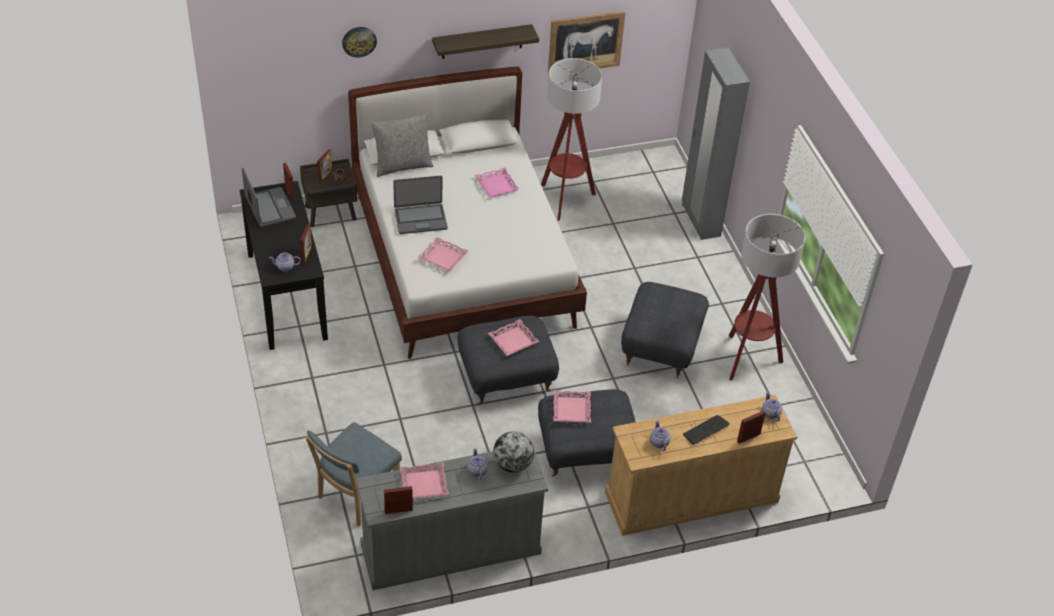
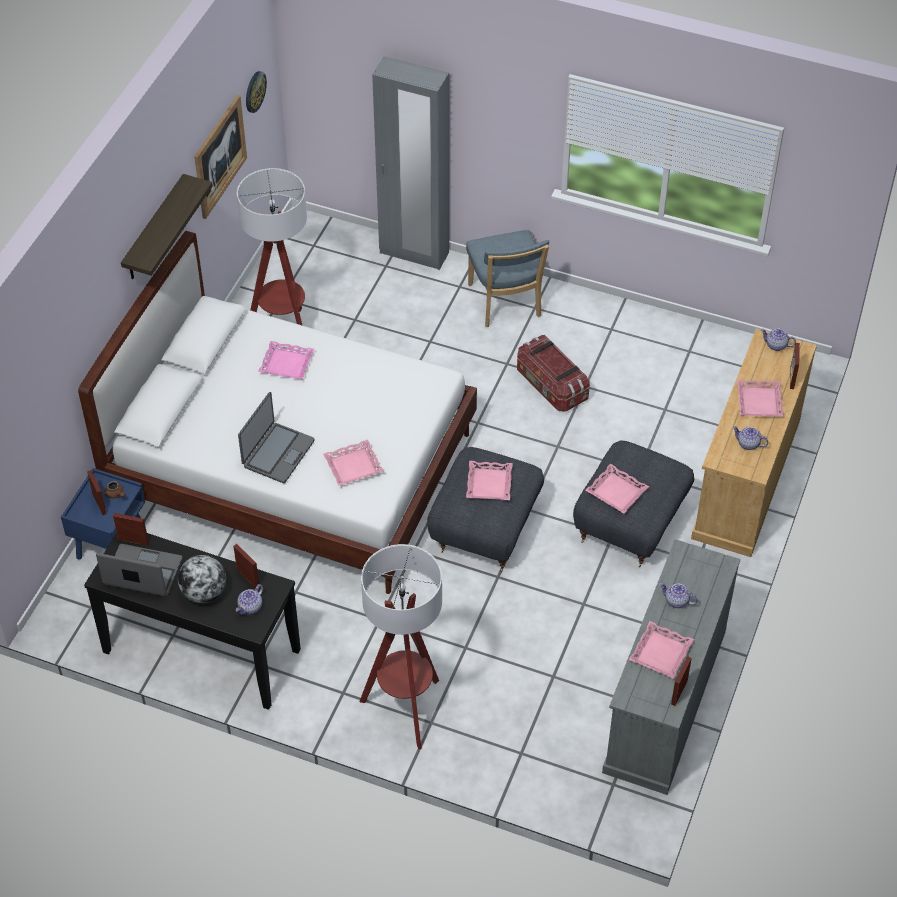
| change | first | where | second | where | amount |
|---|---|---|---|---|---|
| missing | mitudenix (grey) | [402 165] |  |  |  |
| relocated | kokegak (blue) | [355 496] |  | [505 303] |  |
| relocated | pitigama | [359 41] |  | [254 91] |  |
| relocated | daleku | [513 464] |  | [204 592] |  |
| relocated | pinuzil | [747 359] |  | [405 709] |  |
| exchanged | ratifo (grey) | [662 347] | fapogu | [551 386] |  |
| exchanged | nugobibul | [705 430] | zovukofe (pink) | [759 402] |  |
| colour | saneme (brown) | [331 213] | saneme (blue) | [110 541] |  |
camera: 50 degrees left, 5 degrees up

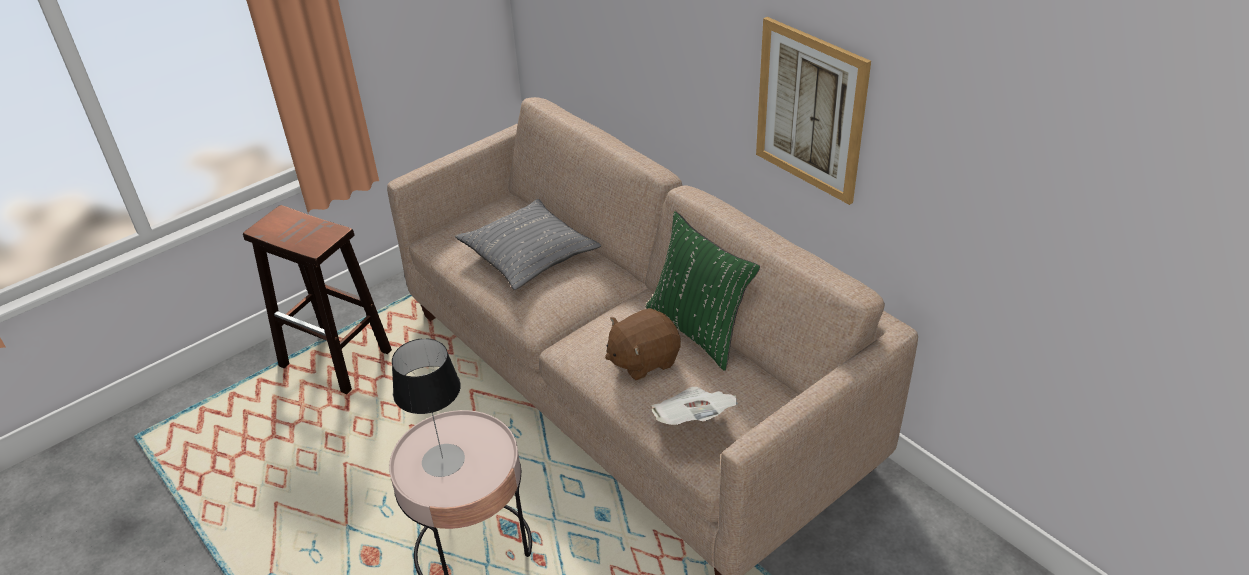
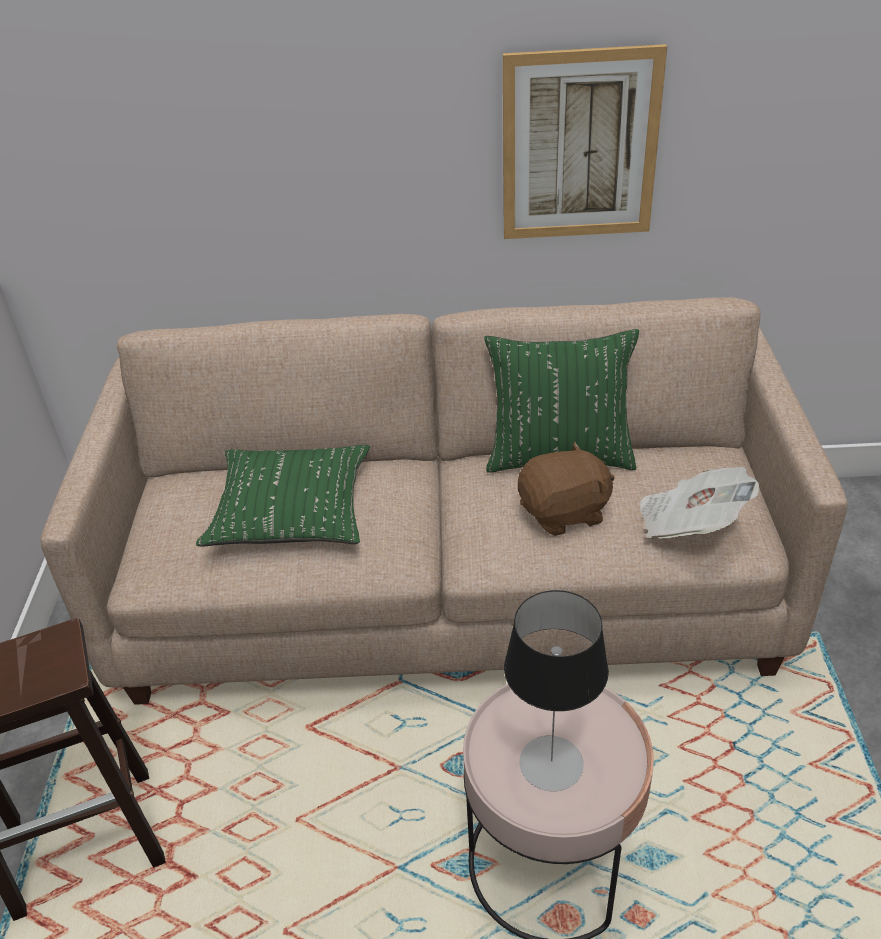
| change | first | where | second | where | amount |
|---|---|---|---|---|---|
| colour | mitudenix (grey) | [528 254] | mitudenix (green) | [291 510] |  |
| spun | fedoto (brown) | [643 360] |  | [564 513] | 120 degrees counterclockwise |
camera: 50 degrees left, 0 degrees up

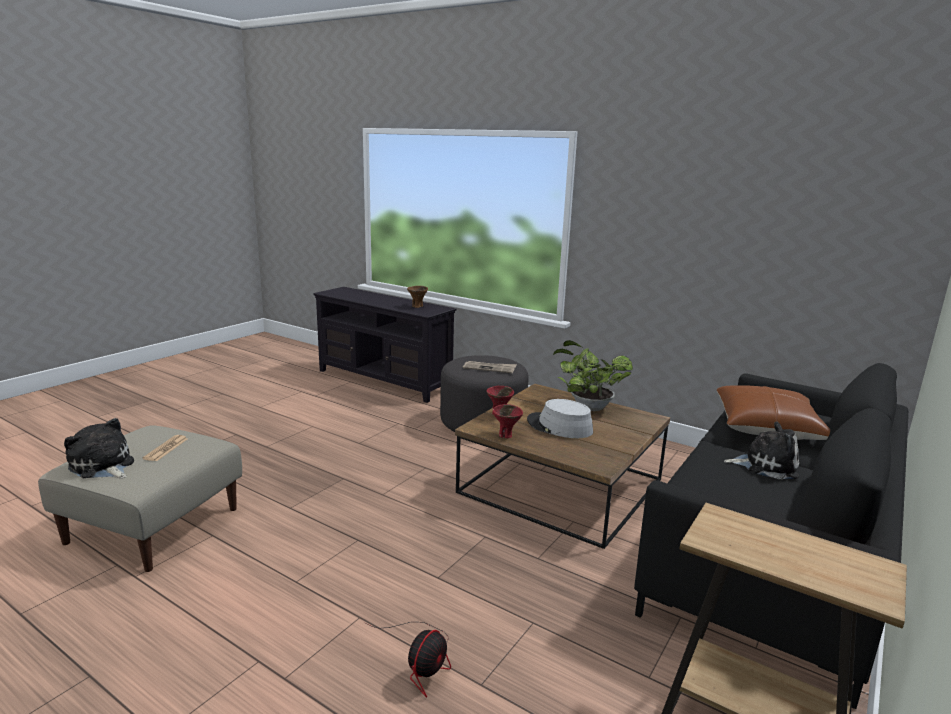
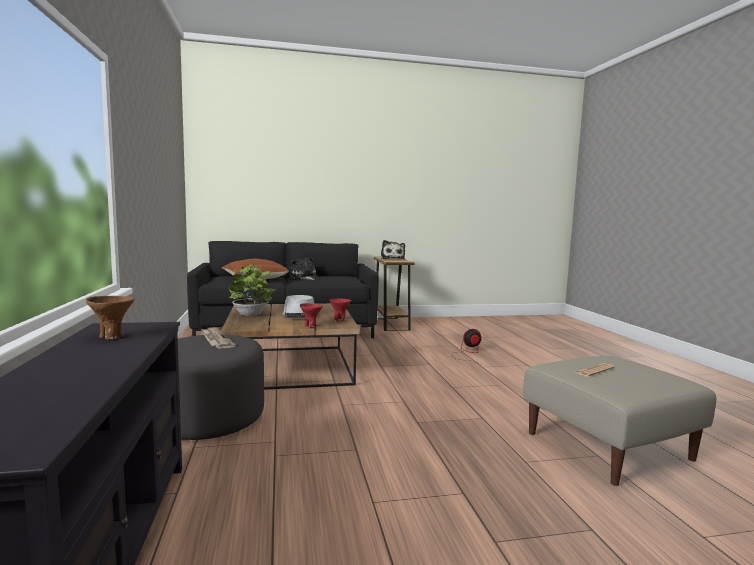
| change | first | where | second | where | amount |
|---|---|---|---|---|---|
| relocated | fedoto | [103 466] |  | [392 258] |  |
camera: 135 degrees left, 10 degrees down

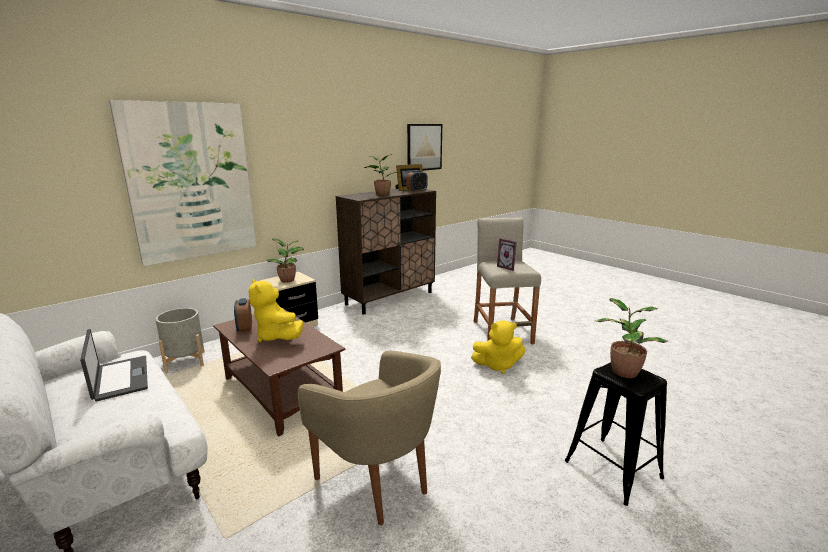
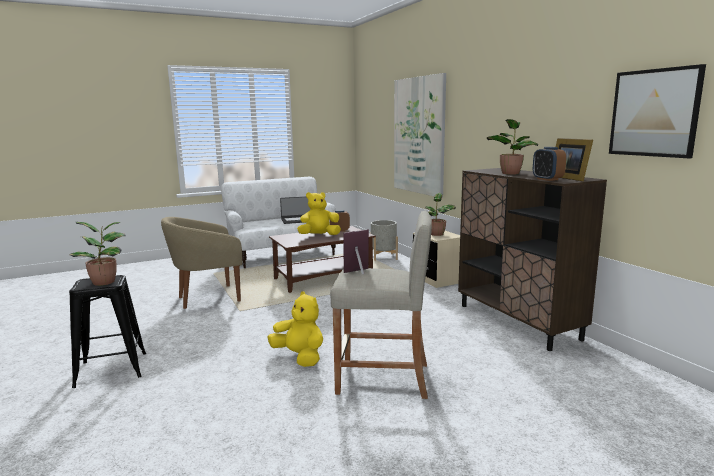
| change | first | where | second | where | amount |
|---|---|---|---|---|---|
| spun | fedoto (yellow) | [498 365] |  | [300 357] | 120 degrees clockwise |
camera: 105 degrees right, 5 degrees down

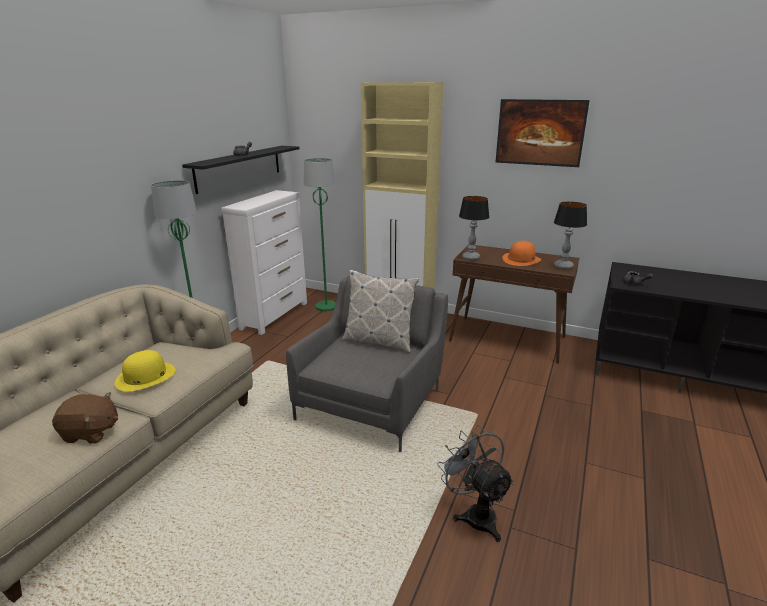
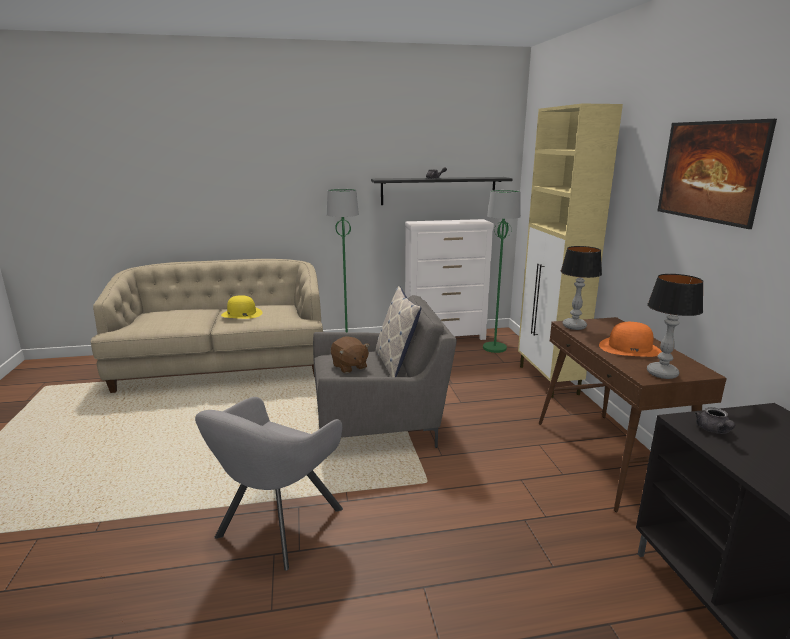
| change | first | where | second | where | amount |
|---|---|---|---|---|---|
| relocated | fedoto (brown) | [91 432] |  | [349 367] |  |
| exchanged | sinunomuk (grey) | [475 514] | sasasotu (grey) | [277 526] |  |
camera: 55 degrees right, 5 degrees down

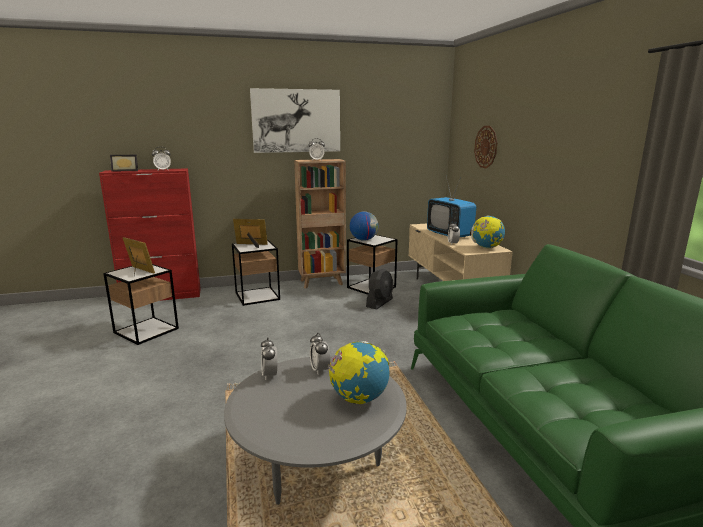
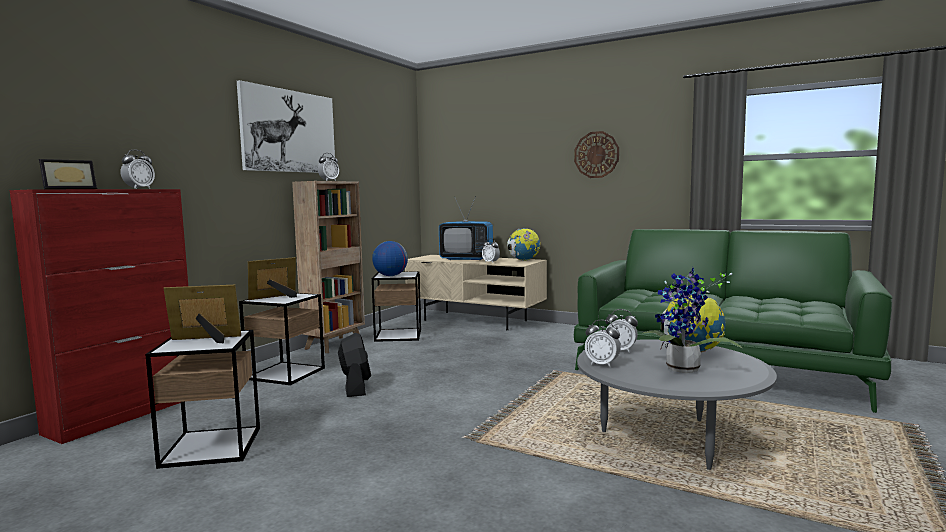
| change | first | where | second | where | amount |
|---|---|---|---|---|---|
| appeared |  |  | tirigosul | [683 370] |  |
| relocated | sinunomuk (black) | [379 302] |  | [355 387] |  |
| relocated | pitigama | [486 147] |  | [596 154] |  |
camera: 45 degrees left, 10 degrees down

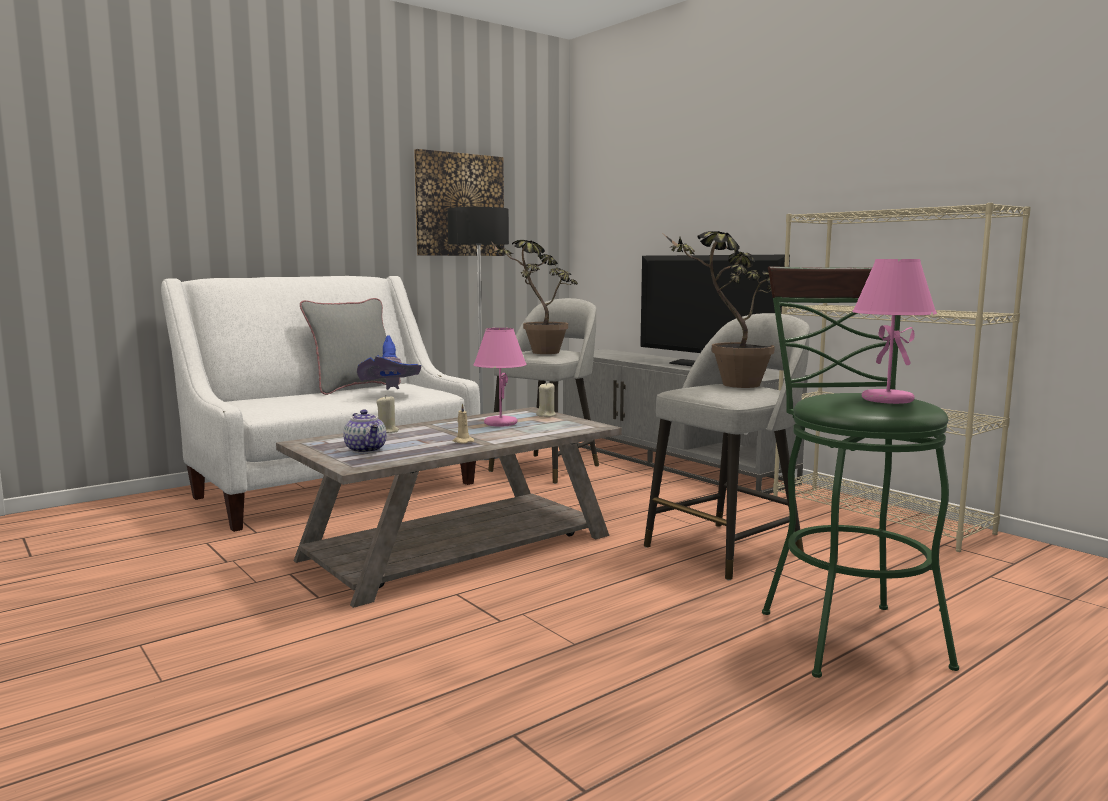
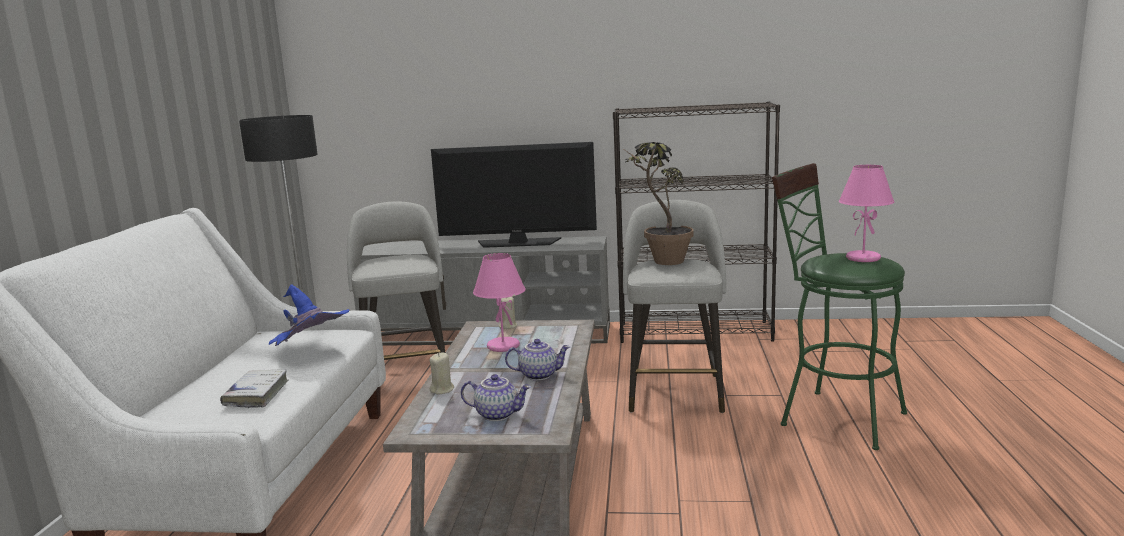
| change | first | where | second | where | amount |
|---|---|---|---|---|---|
| missing | mitudenix (grey) | [354 388] |  |  |  |
| missing | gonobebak | [459 205] |  |  |  |
| missing | tirigosul | [536 352] |  |  |  |
| appeared |  |  | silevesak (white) | [256 394] |  |
| exchanged | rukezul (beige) | [462 441] | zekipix | [539 375] |  |
| colour | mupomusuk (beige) | [879 516] | mupomusuk (black) | [695 332] |  |
camera: 45 degrees left, 5 degrees up

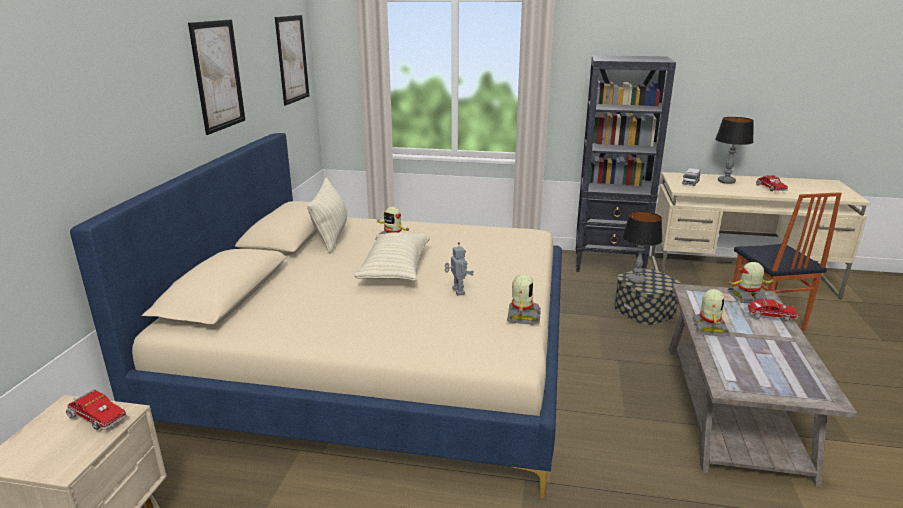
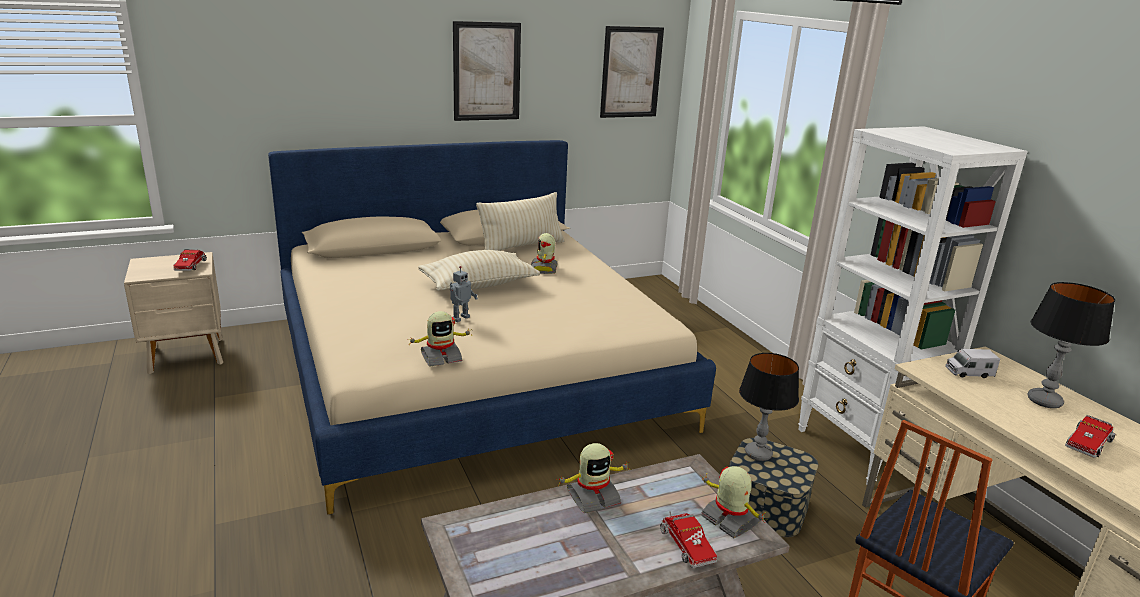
| change | first | where | second | where | amount |
|---|---|---|---|---|---|
| colour | mupomusuk (black) | [609 264] | mupomusuk (white) | [863 450] |  |
camera: 55 degrees right, 0 degrees up

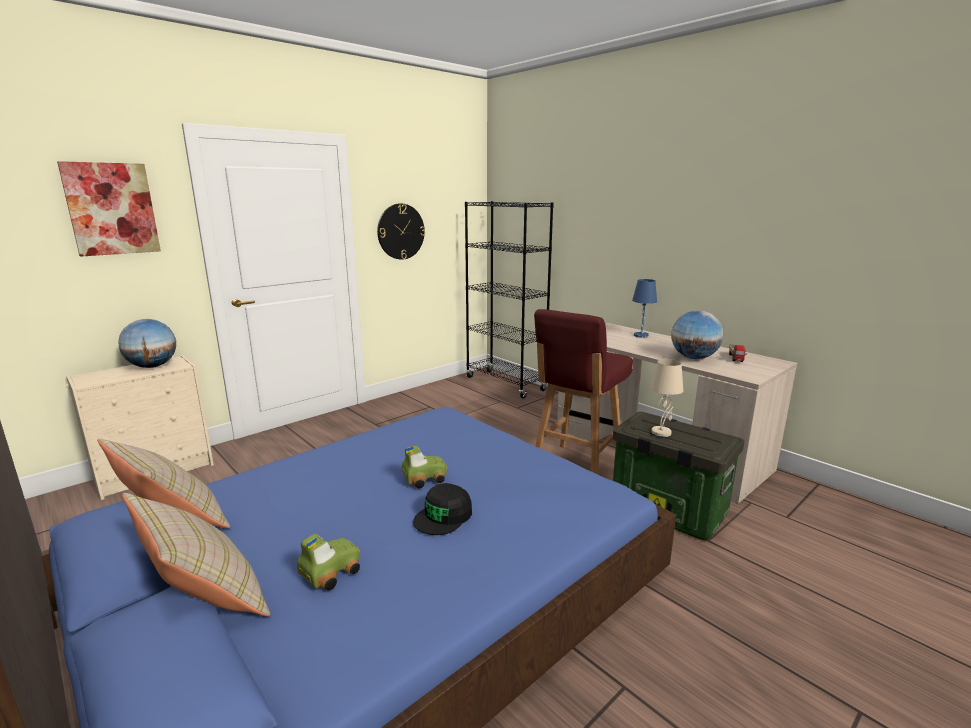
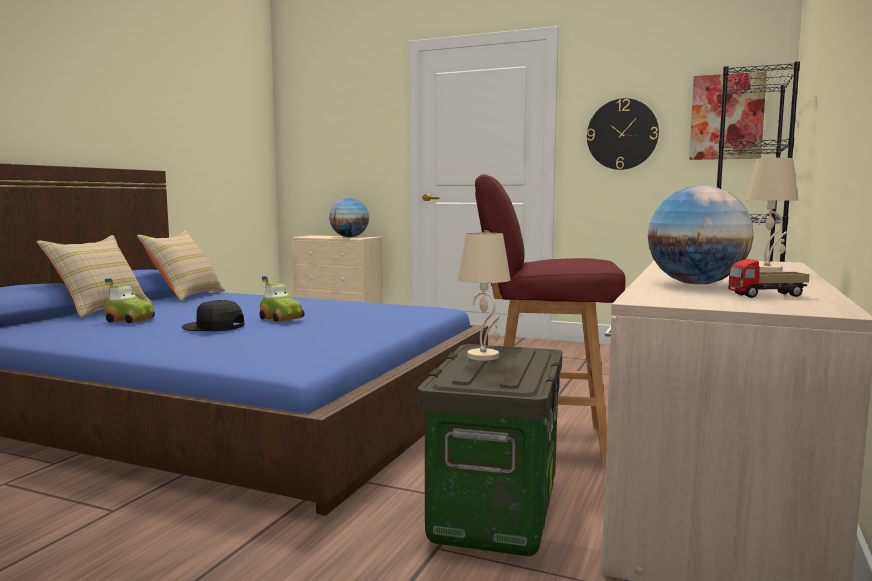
| change | first | where | second | where | amount |
|---|---|---|---|---|---|
| relocated | gonobebak | [111 209] |  | [727 117] |  |
| colour | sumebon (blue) | [641 335] | sumebon (beige) | [767 270] |  |
camera: 65 degrees right, 10 degrees down

